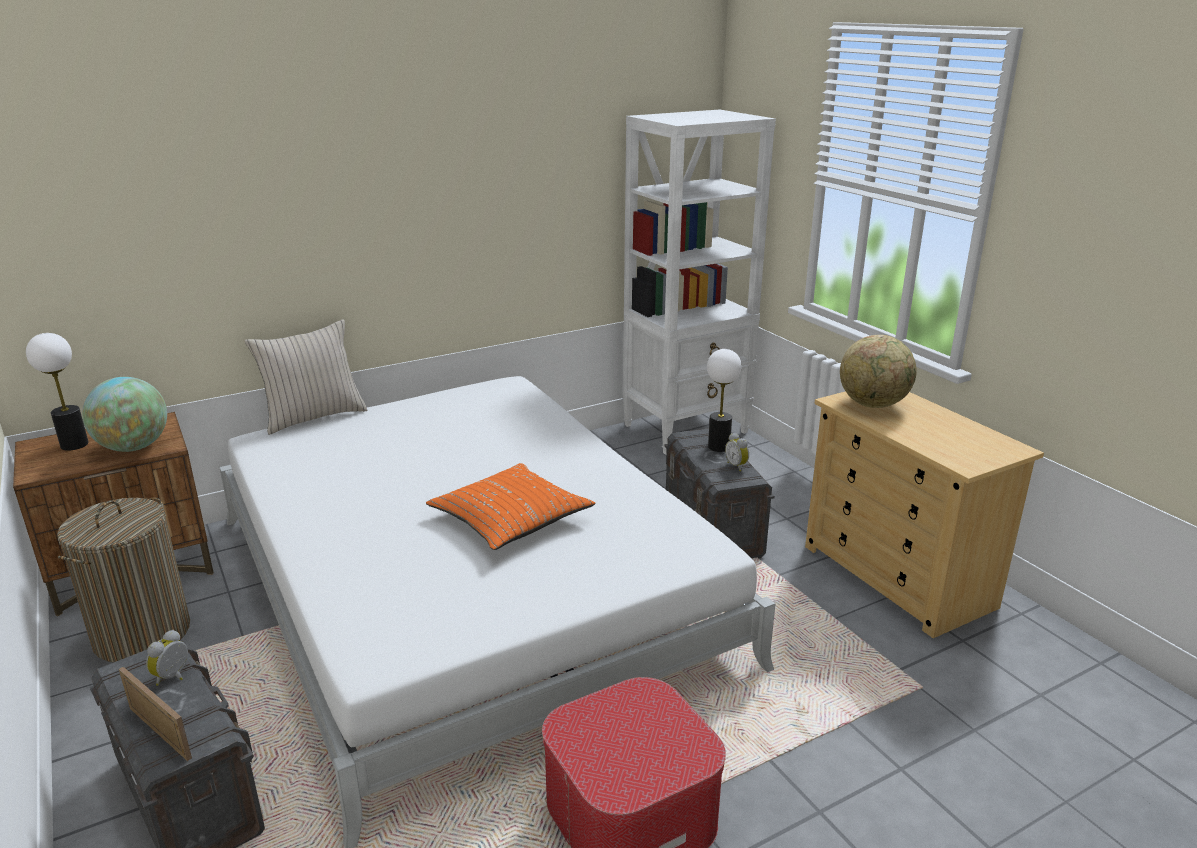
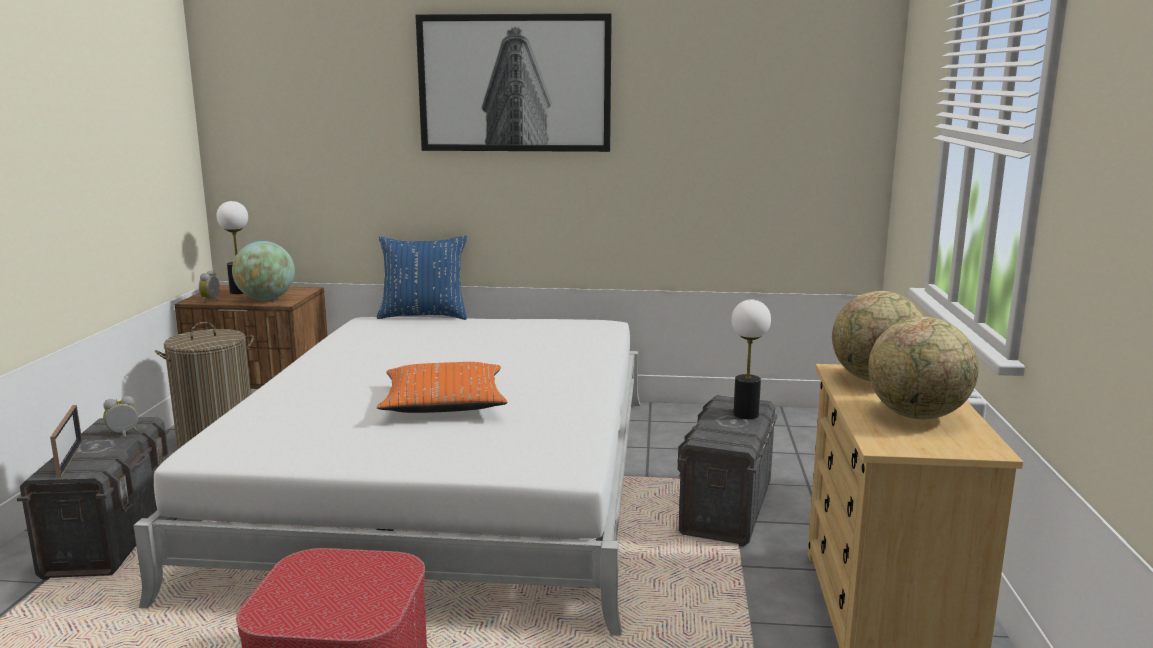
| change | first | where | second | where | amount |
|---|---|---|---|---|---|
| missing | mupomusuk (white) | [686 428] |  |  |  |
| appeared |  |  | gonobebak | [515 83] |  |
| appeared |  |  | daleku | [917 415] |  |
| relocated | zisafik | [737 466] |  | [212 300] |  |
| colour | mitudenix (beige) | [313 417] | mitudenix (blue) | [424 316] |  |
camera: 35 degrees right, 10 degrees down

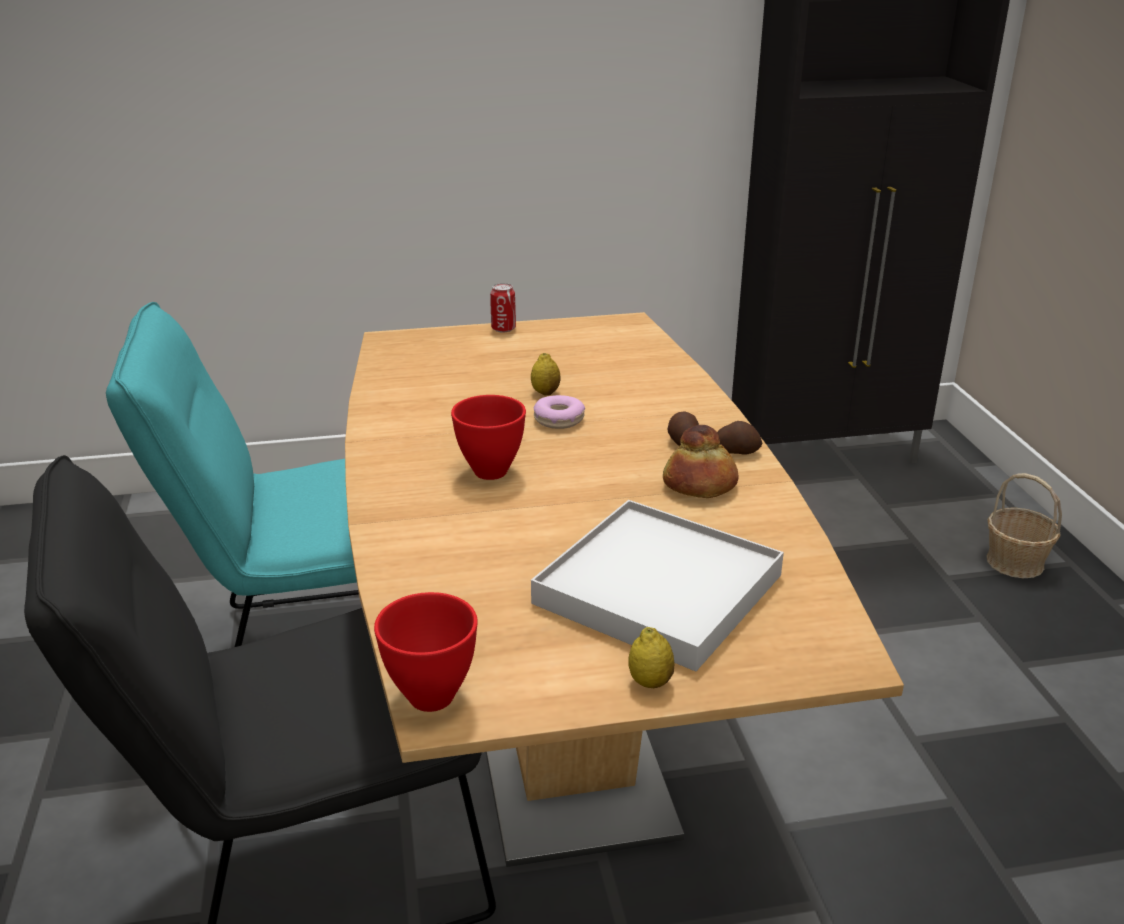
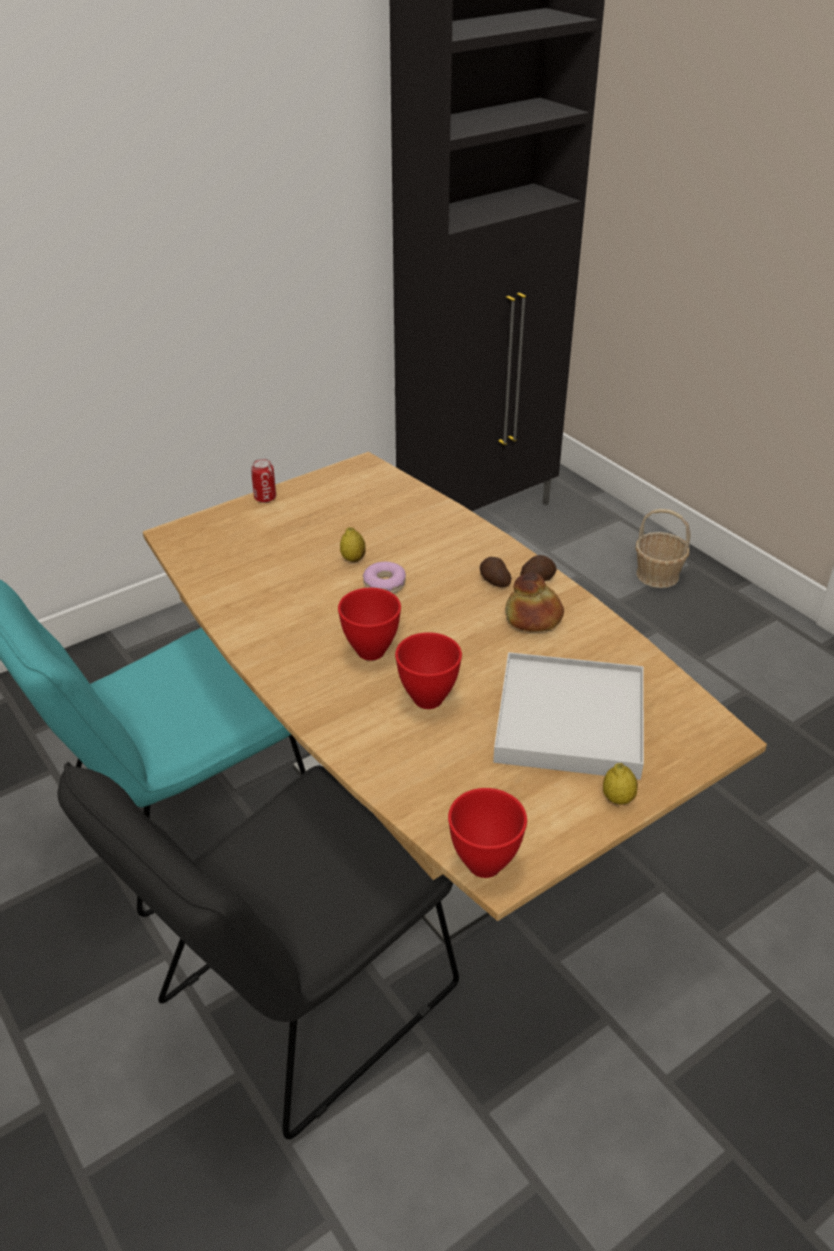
| change | first | where | second | where | amount |
|---|---|---|---|---|---|
| appeared |  |  | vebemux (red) | [428 700] |  |
camera: 25 degrees left, 10 degrees up

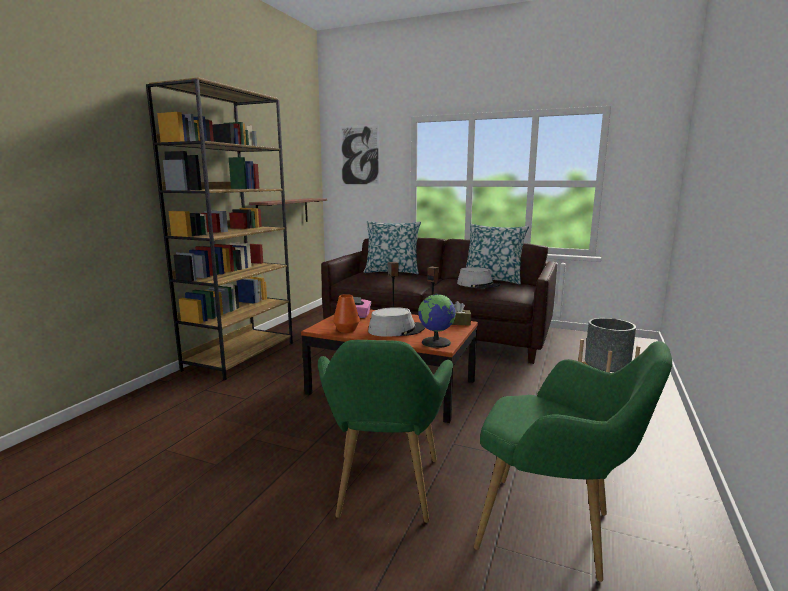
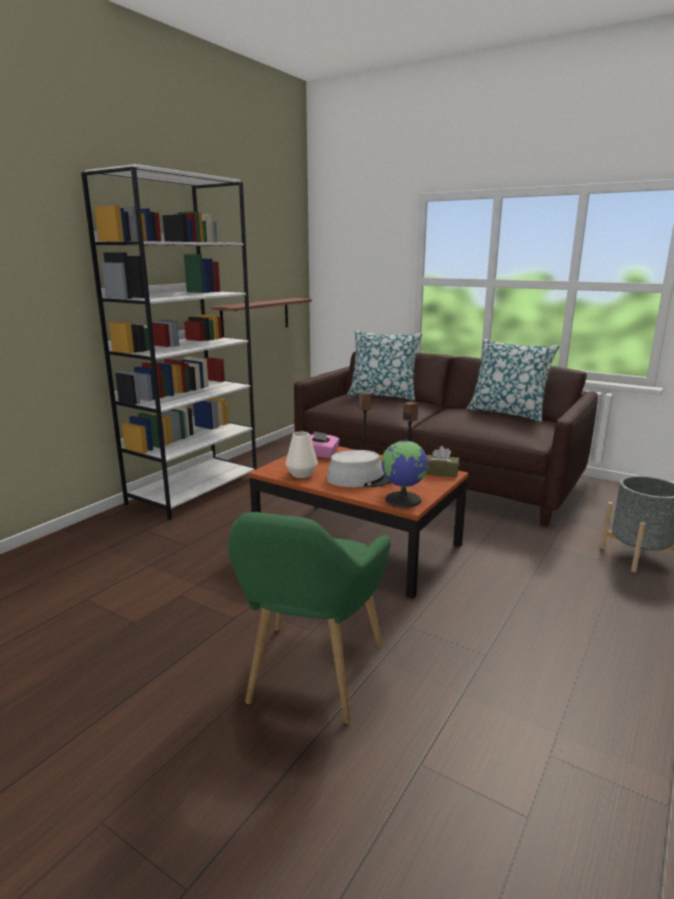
| change | first | where | second | where | amount |
|---|---|---|---|---|---|
| missing | gonobebak | [359 155] |  |  |  |
| missing | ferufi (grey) | [478 285] |  |  |  |
| missing | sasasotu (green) | [554 531] |  |  |  |
| colour | mupomusuk (brown) | [240 356] | mupomusuk (white) | [194 490] |  |
| colour | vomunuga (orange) | [346 330] | vomunuga (white) | [302 474] |  |
camera: 10 degrees right, 5 degrees up

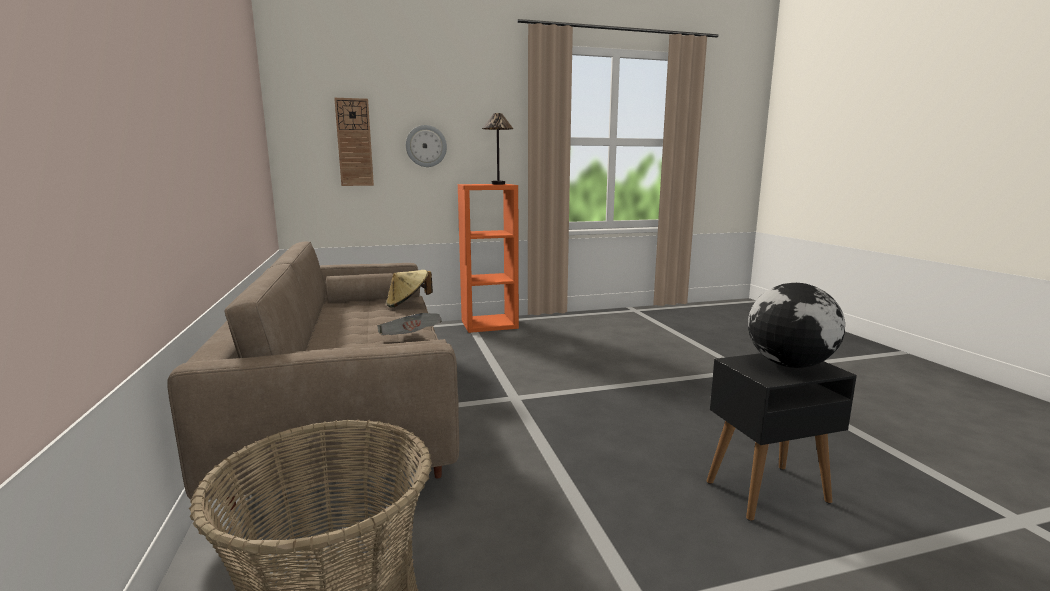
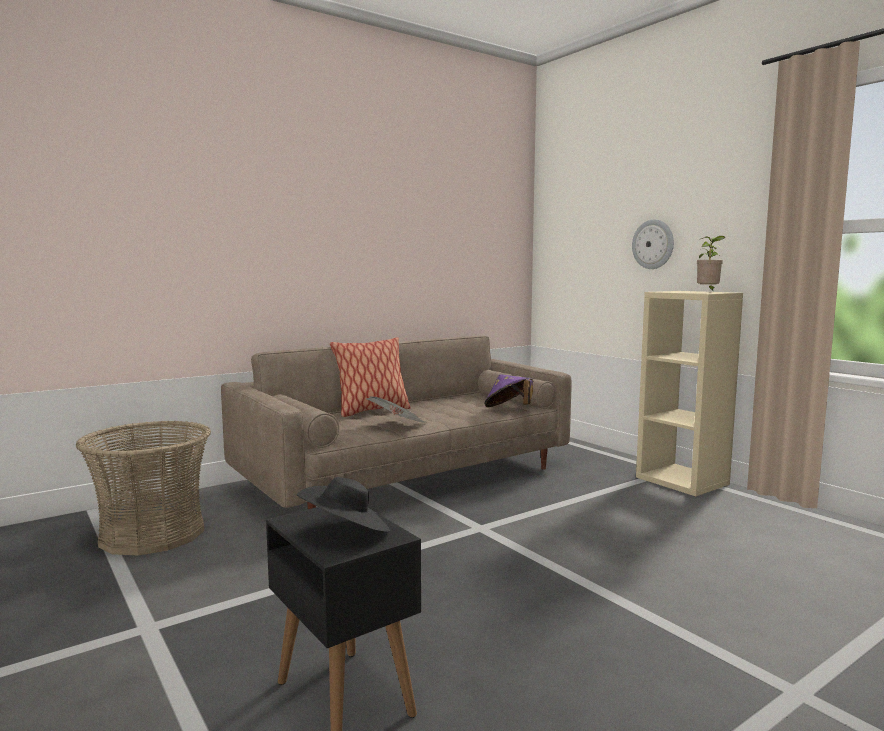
| change | first | where | second | where | amount |
|---|---|---|---|---|---|
| missing | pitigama | [354 142] |  |  |  |
| appeared |  |  | mitudenix | [372 411] |  |
| exchanged | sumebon | [498 184] | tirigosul | [708 292] |  |
| exchanged | daleku | [790 364] | ferufi (black) | [346 531] |  |
| colour | ferufi (beige) | [408 304] | ferufi (purple) | [508 409] |  |
| colour | mupomusuk (orange) | [489 324] | mupomusuk (beige) | [683 481] |  |
camera: 70 degrees right, 5 degrees down

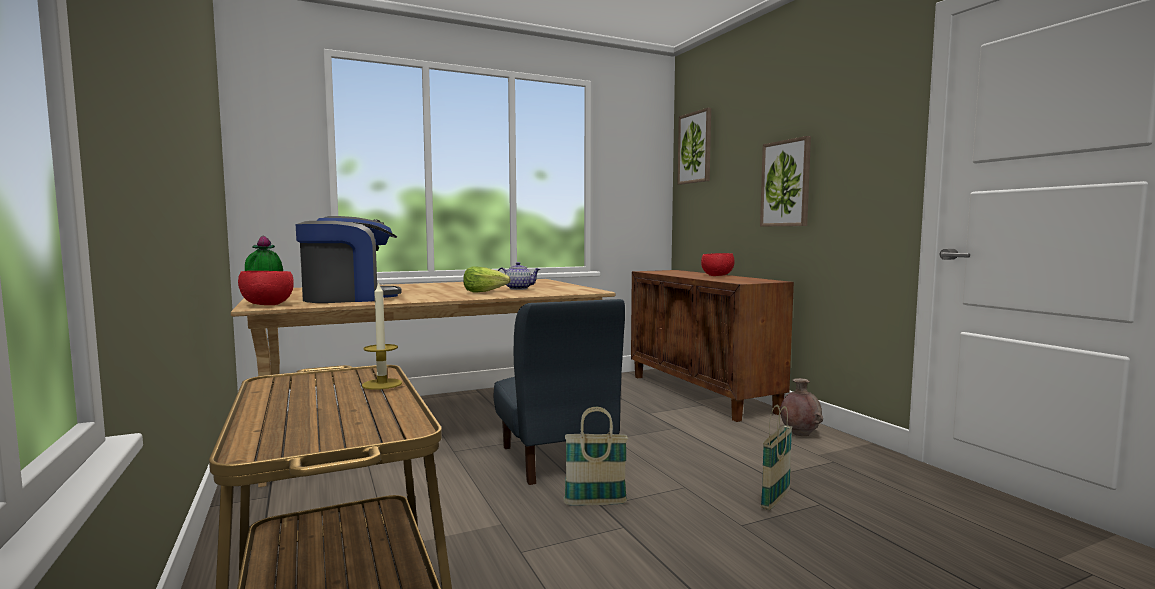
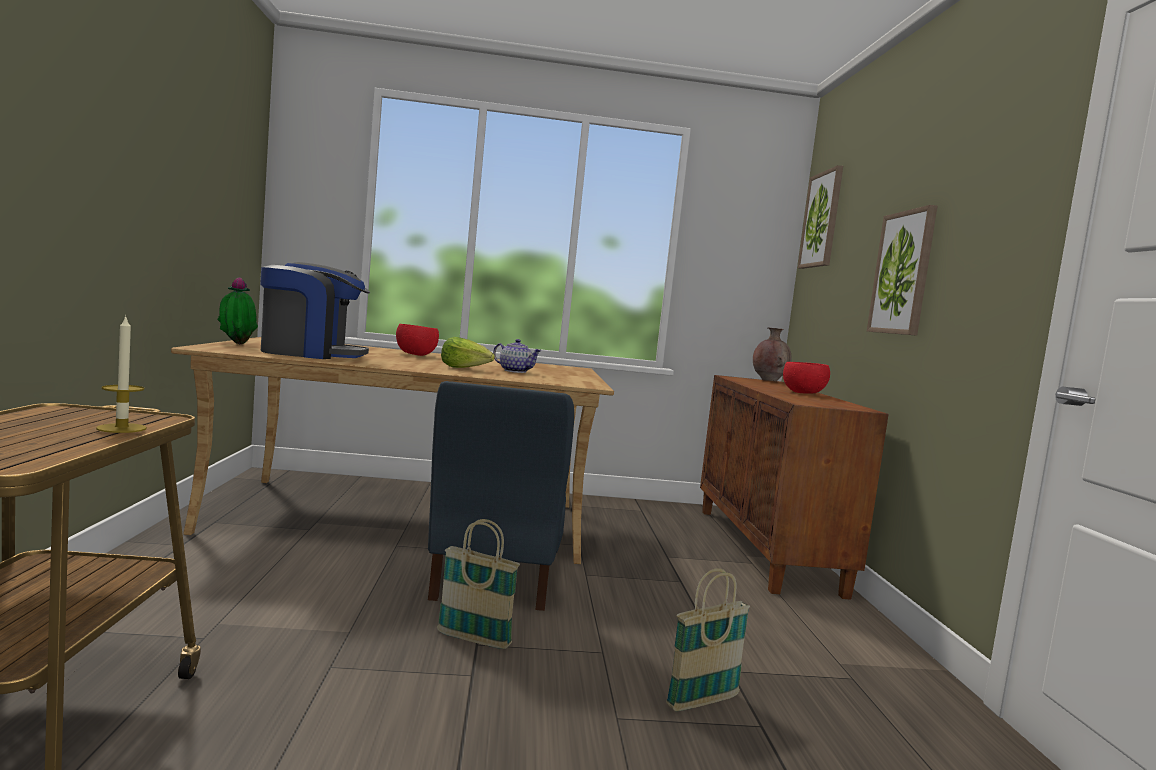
| change | first | where | second | where | amount |
|---|---|---|---|---|---|
| relocated | vebemux (red) | [268 305] |  | [416 355] |  |
| relocated | vomunuga (brown) | [799 434] |  | [768 380] |  |
camera: 20 degrees right, 0 degrees up

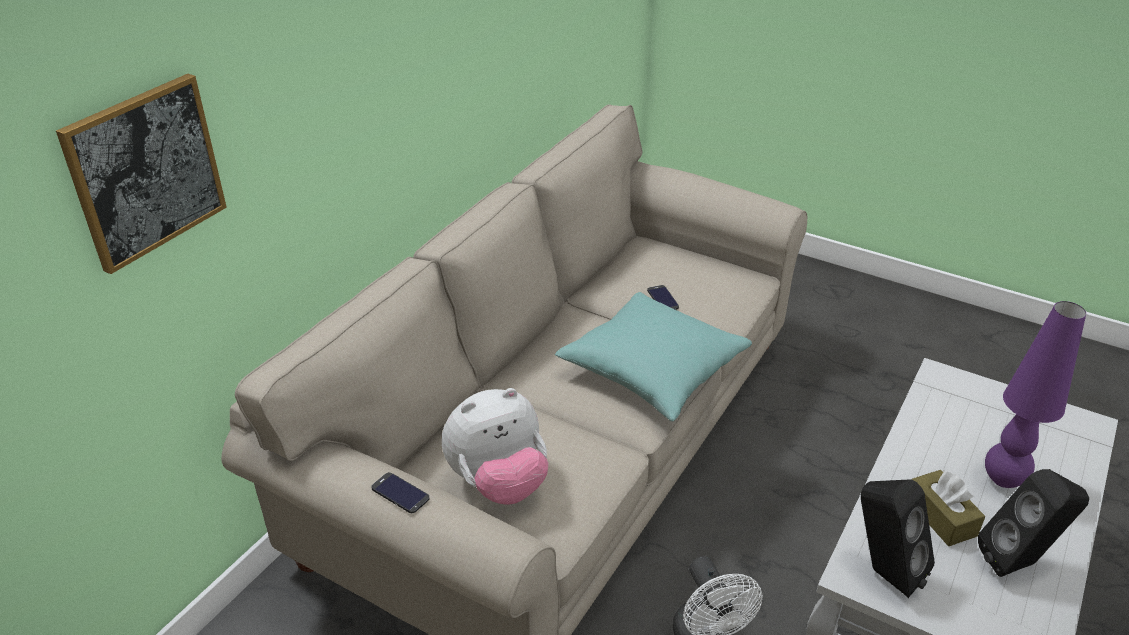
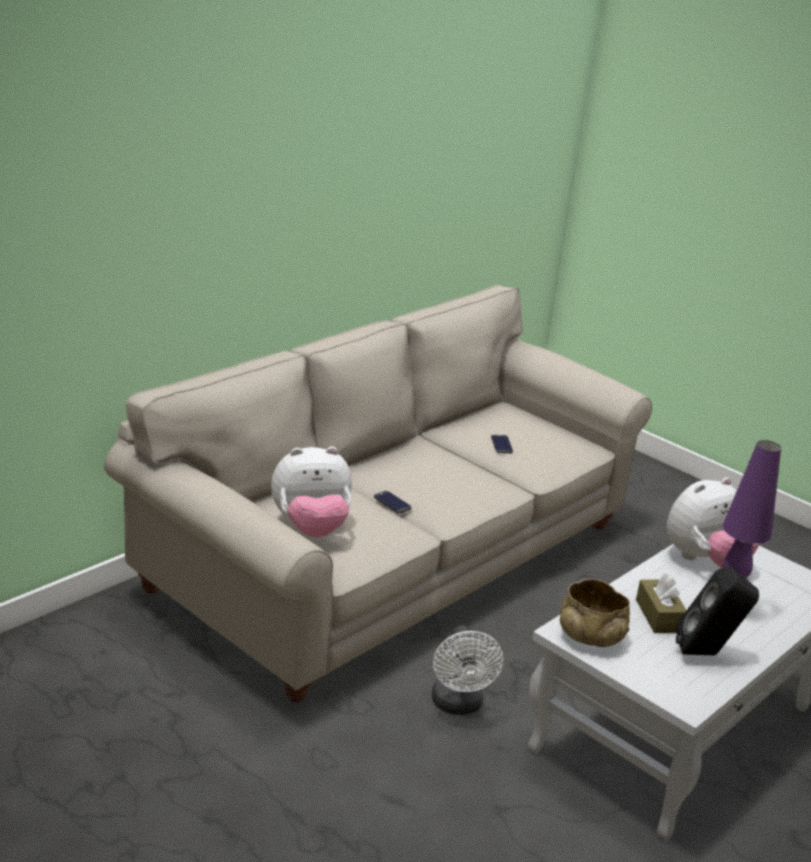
| change | first | where | second | where | amount |
|---|---|---|---|---|---|
| missing | gonobebak | [145 171] |  |  |  |
| missing | mitudenix (turquoise) | [652 370] |  |  |  |
| appeared |  |  | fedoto | [704 561] |  |
| relocated | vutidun | [400 493] |  | [392 502] |  |
| exchanged | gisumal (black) | [882 572] | vebemux (beige) | [590 635] |  |
camera: 10 degrees right, 10 degrees down

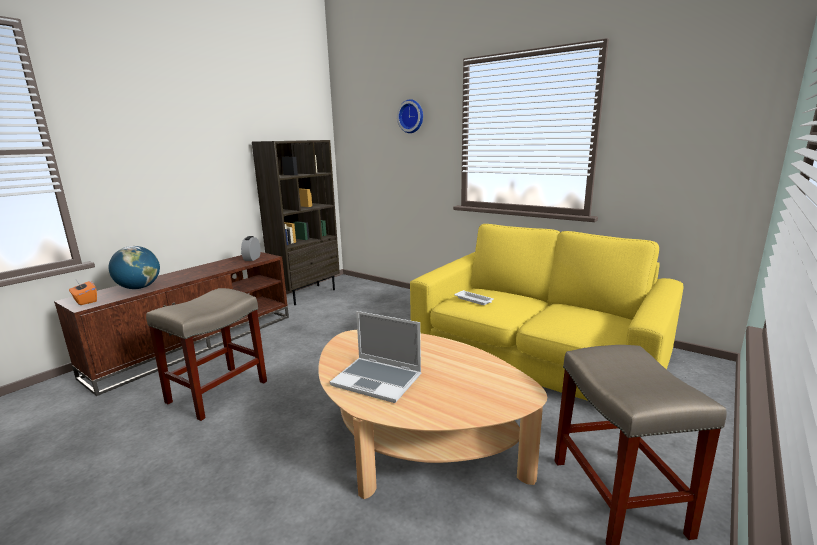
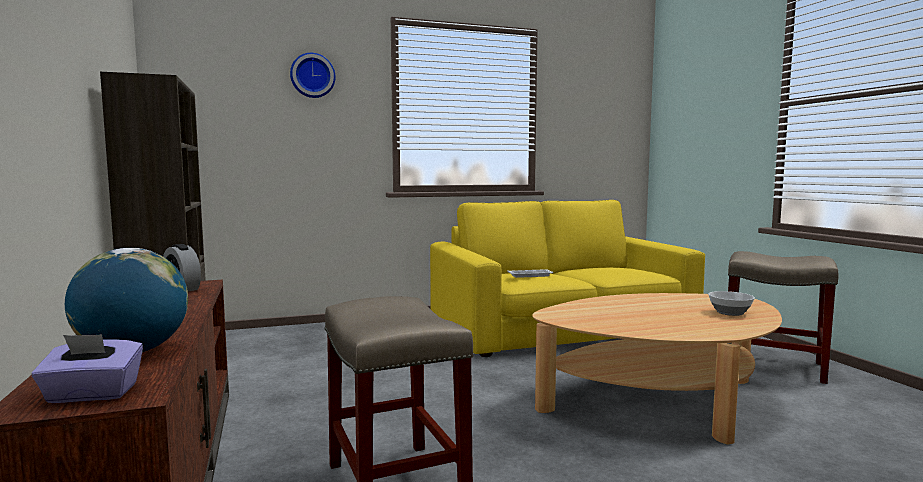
| change | first | where | second | where | amount |
|---|---|---|---|---|---|
| missing | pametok | [378 380] |  |  |  |
| appeared |  |  | vebemux | [729 313] |  |
| colour | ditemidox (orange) | [85 301] | ditemidox (purple) | [92 394] |  |
camera: 55 degrees left, 10 degrees down

